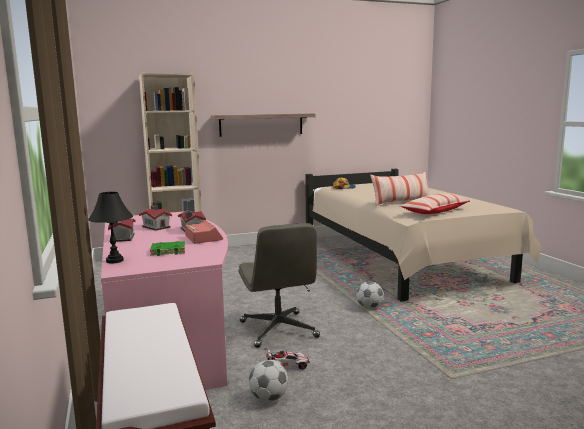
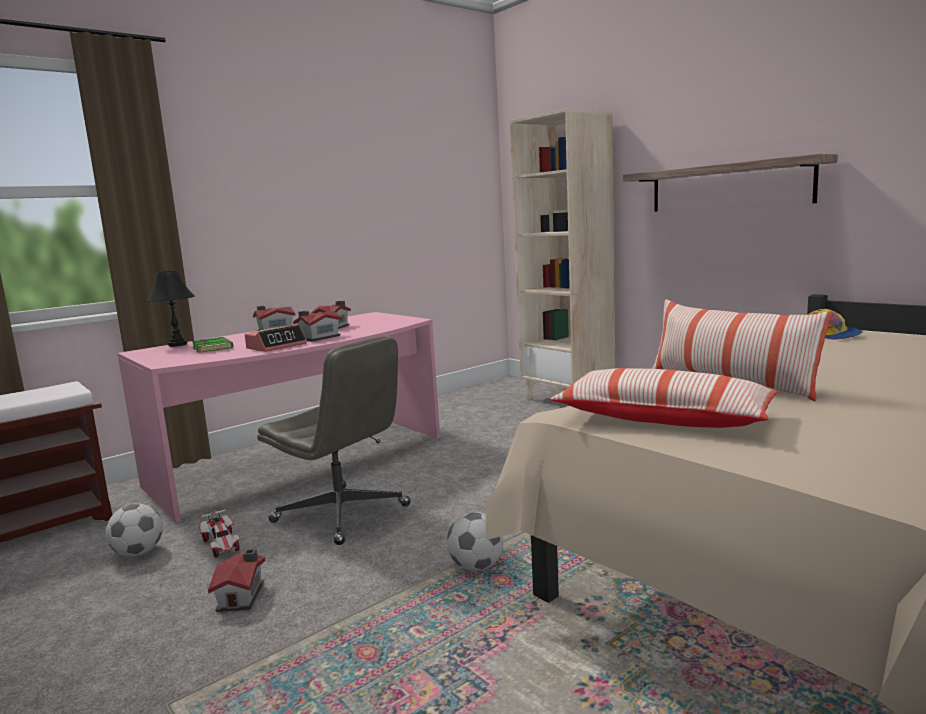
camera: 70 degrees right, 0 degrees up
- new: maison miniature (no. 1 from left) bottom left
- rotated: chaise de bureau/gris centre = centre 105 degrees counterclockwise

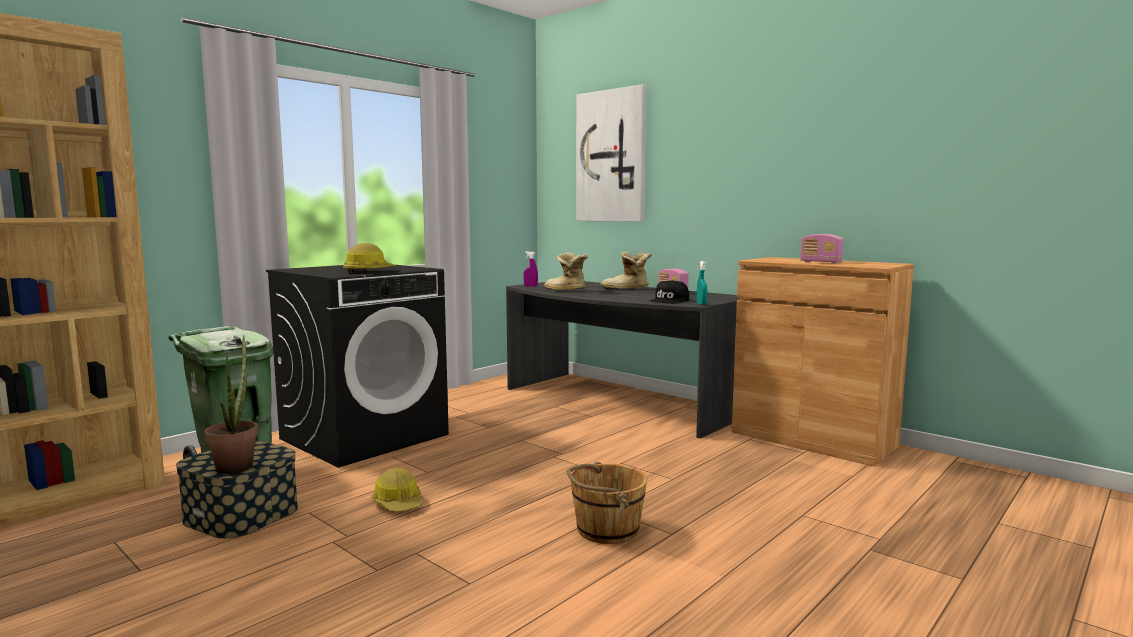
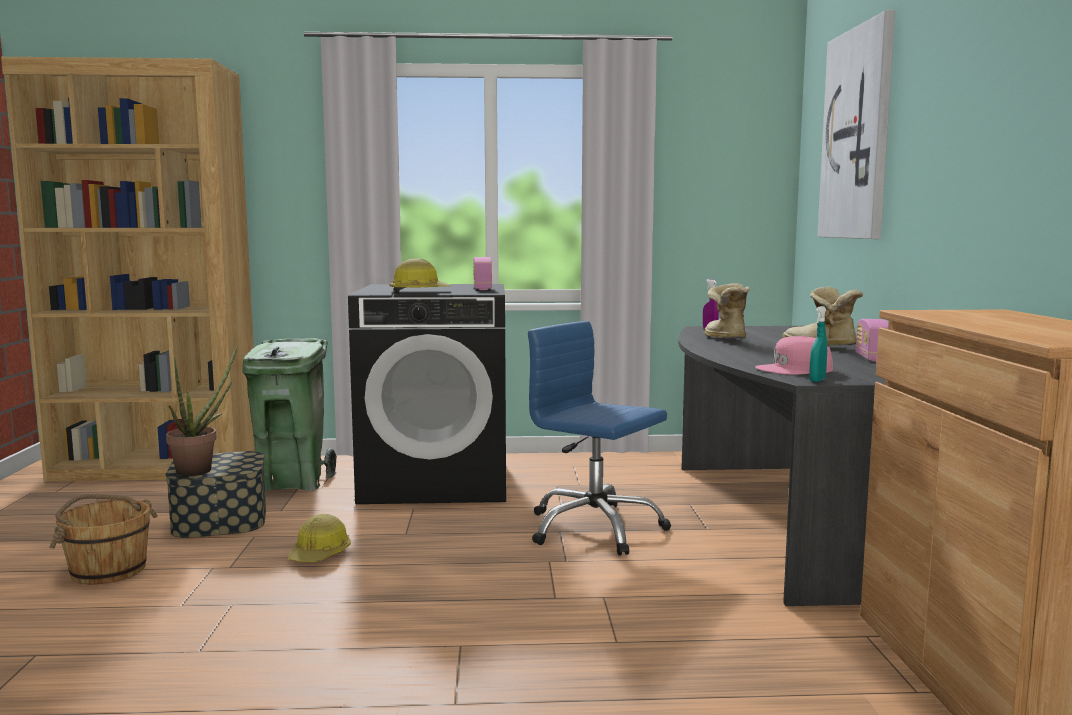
camera: 45 degrees right, 0 degrees up
- shifted: seau/marron bottom centre to bottom left
- shifted: radio (no. 2 from left in the first image) middle right to radio (no. 1 from left) centre
- new: chaise de bureau/bleu centre
- repainted: casquette/noir centre to casquette/rose middle right

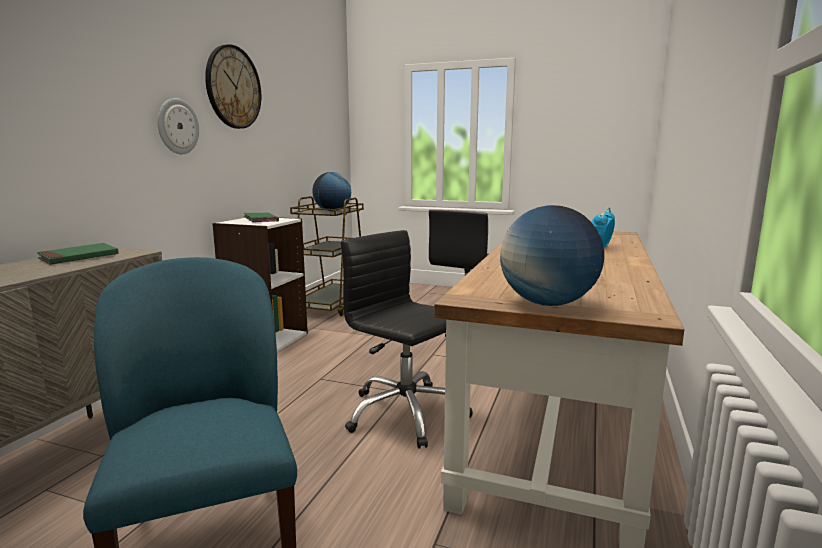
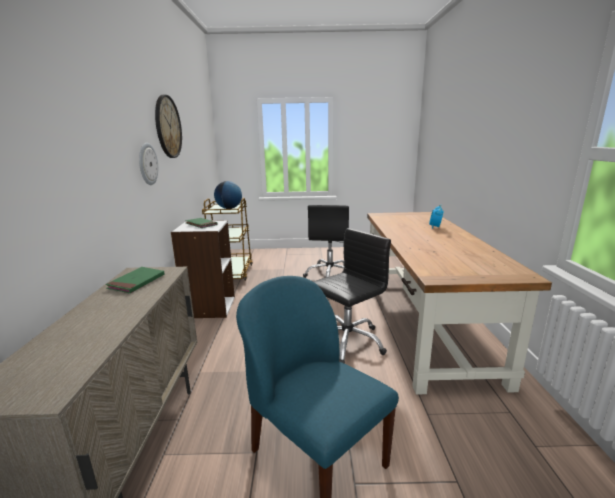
camera: 20 degrees left, 5 degrees up
- rotated: chaise de bureau/noir (no. 1 from left in the first image) centre = centre 120 degrees clockwise
- gone: globe (no. 2 from left) middle right

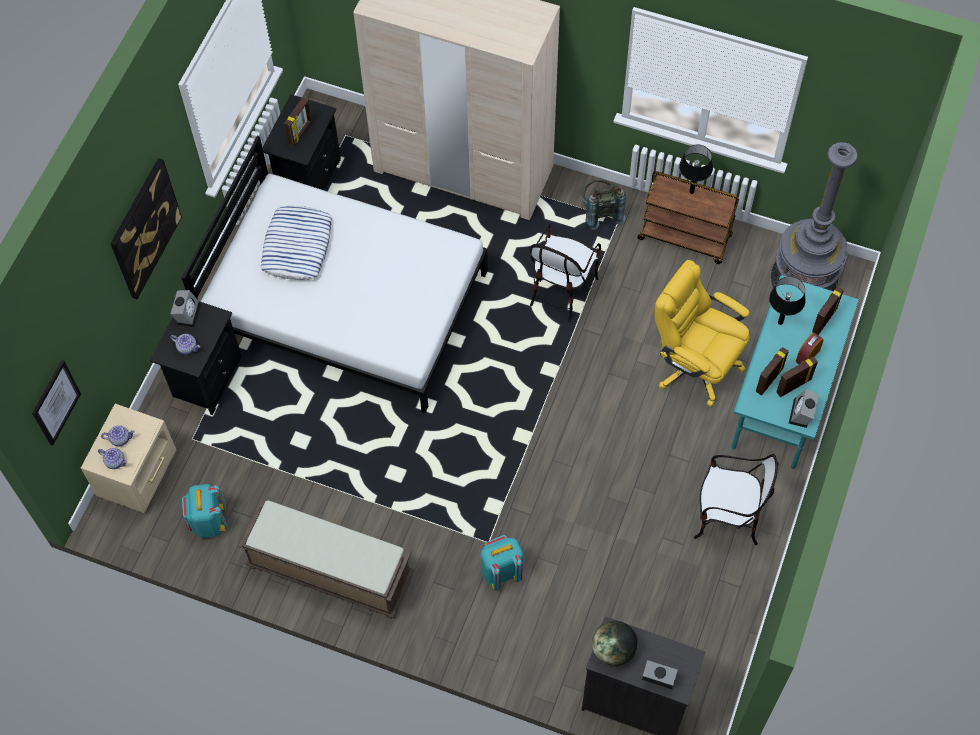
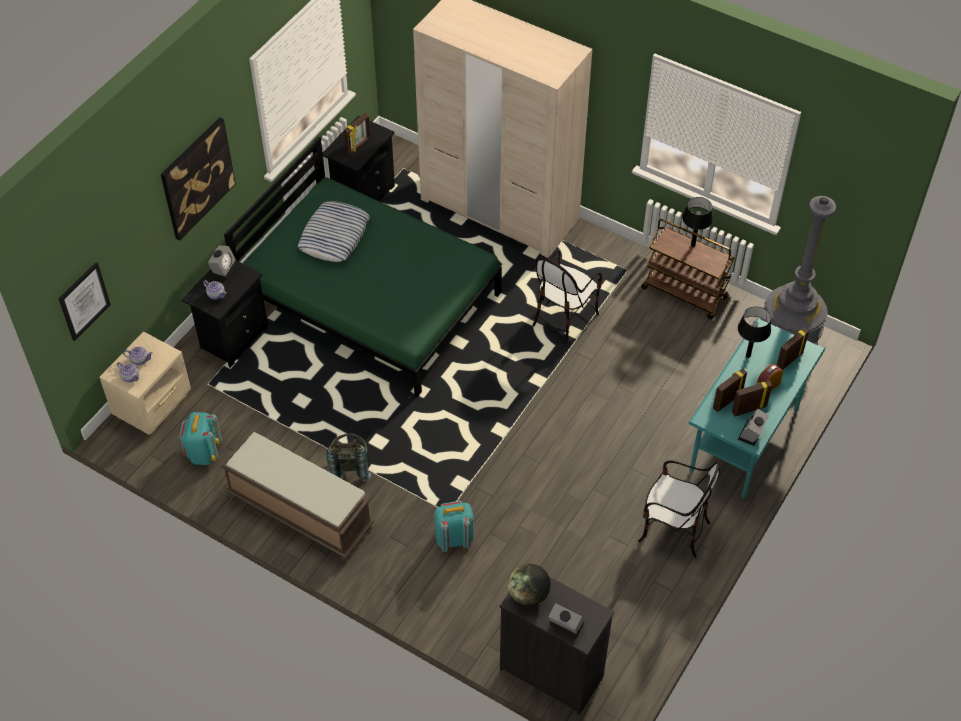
camera: 10 degrees right, 10 degrees down
- repainted: lit/blanc centre to lit/vert centre
- shifted: sac à dos/gris top centre to centre
- gone: chaise de bureau/jaune middle right

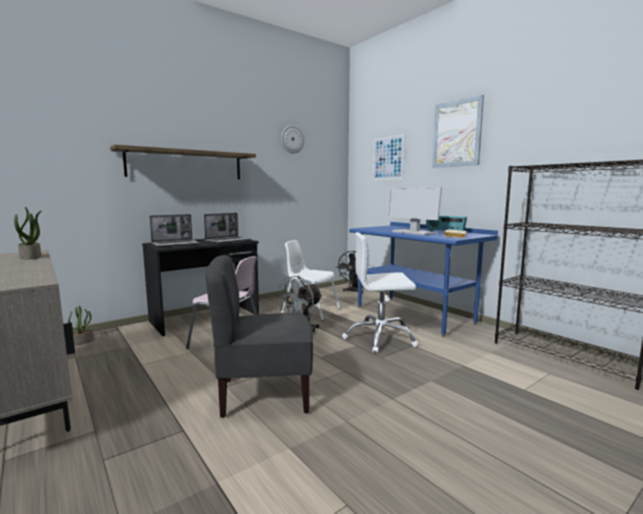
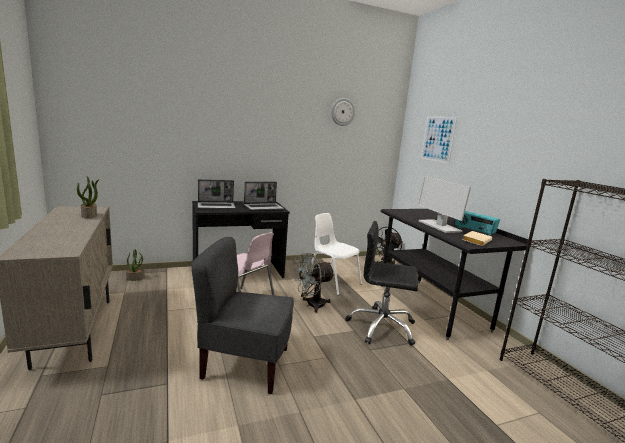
camera: 15 degrees right, 5 degrees up
- repainted: chaise de bureau/blanc centre to chaise de bureau/noir centre
- repainted: bureau/bleu centre to bureau/noir (no. 2 from left) middle right
- gone: étagère top left
- gone: tableau (no. 2 from left) top right

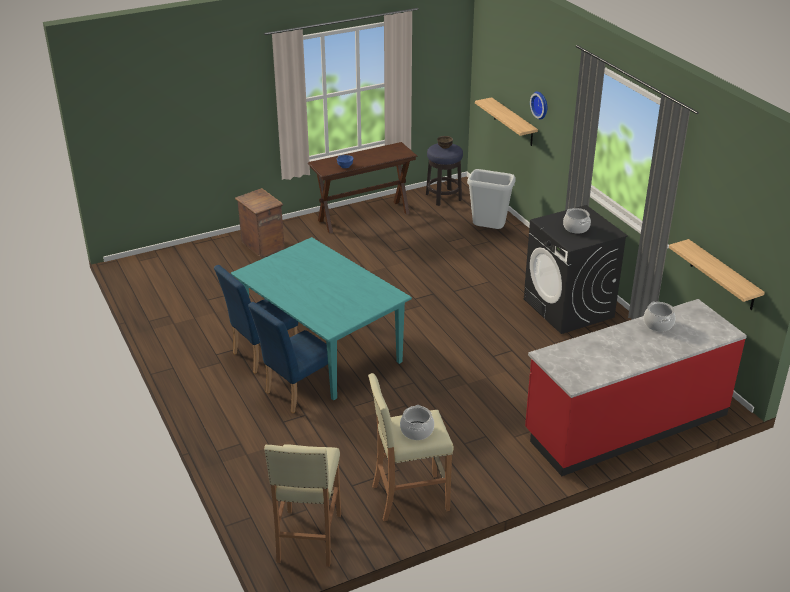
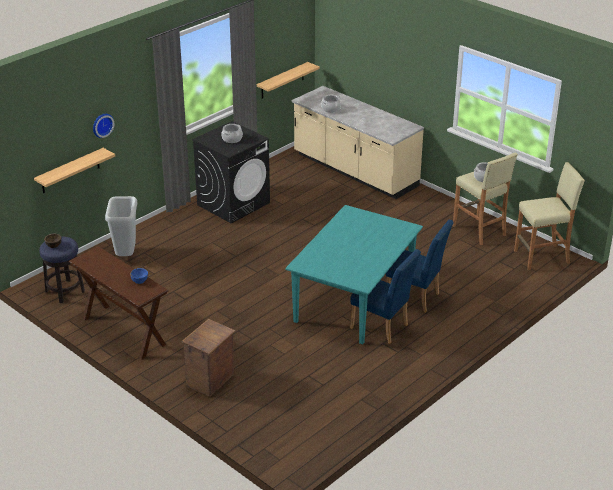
camera: 110 degrees left, 0 degrees up
- repainted: comptoir de cuisine/rouge middle right to comptoir de cuisine/beige top centre

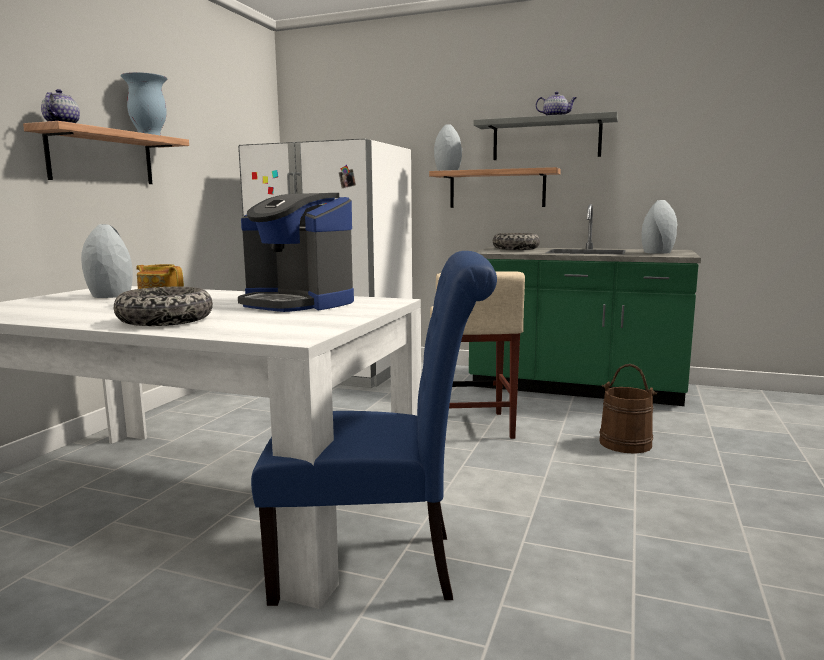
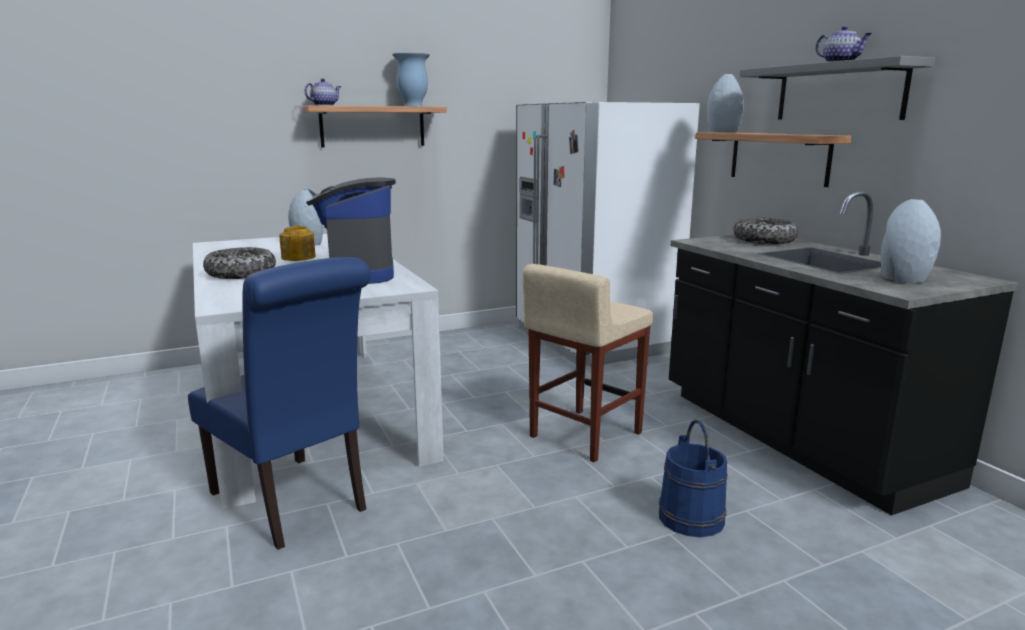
camera: 45 degrees right, 5 degrees up
- repainted: seau/marron middle right to seau/bleu bottom right
- repainted: comptoir de cuisine/vert middle right to comptoir de cuisine/noir middle right

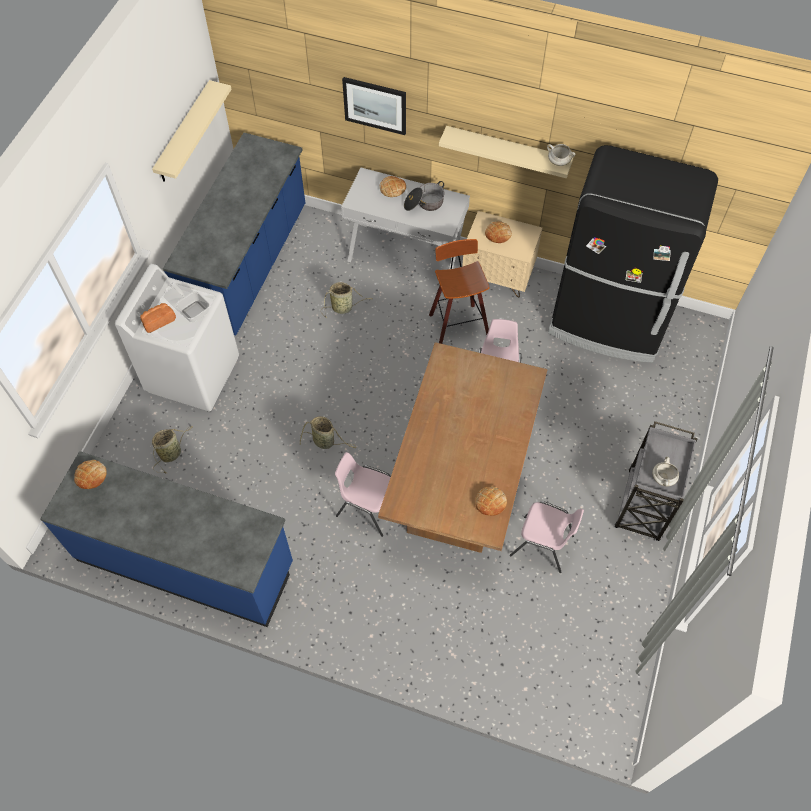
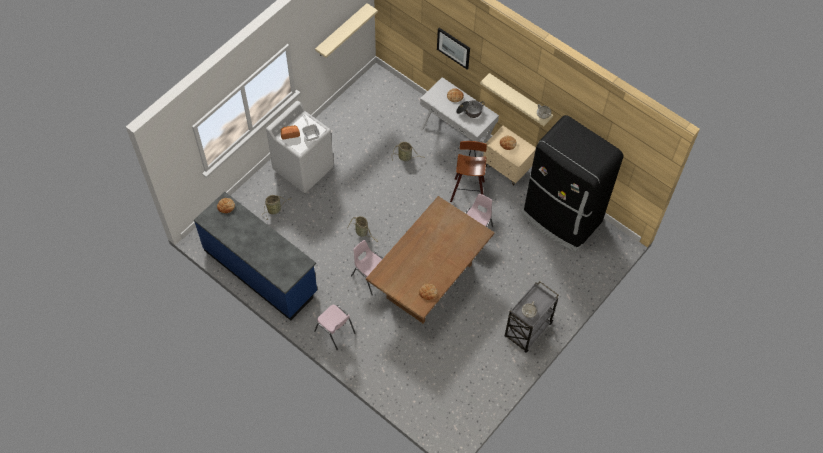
camera: 20 degrees right, 0 degrees up
- shifted: chaise/rose (no. 3 from left in the first image) middle right to chaise/rose (no. 1 from left) bottom centre
- gone: comptoir de cuisine/bleu (no. 2 from left) top left

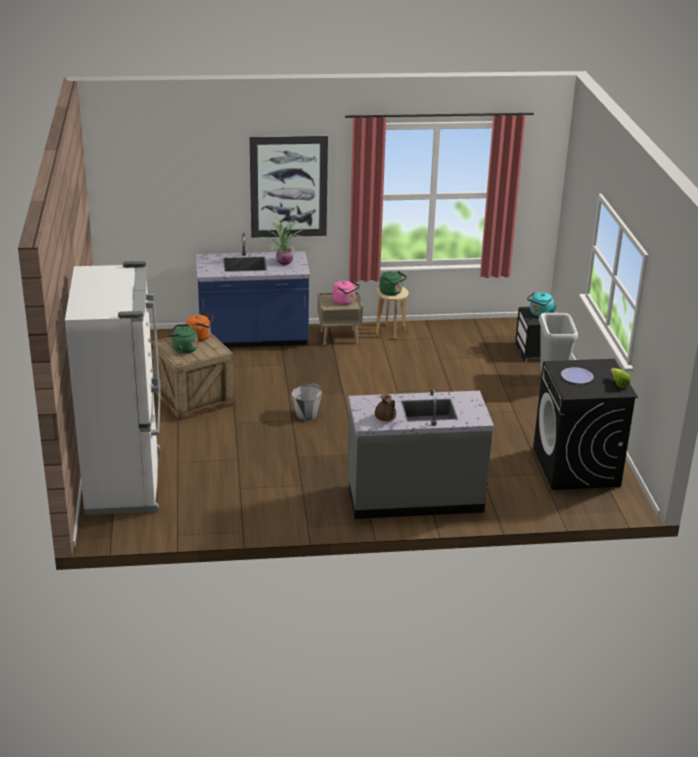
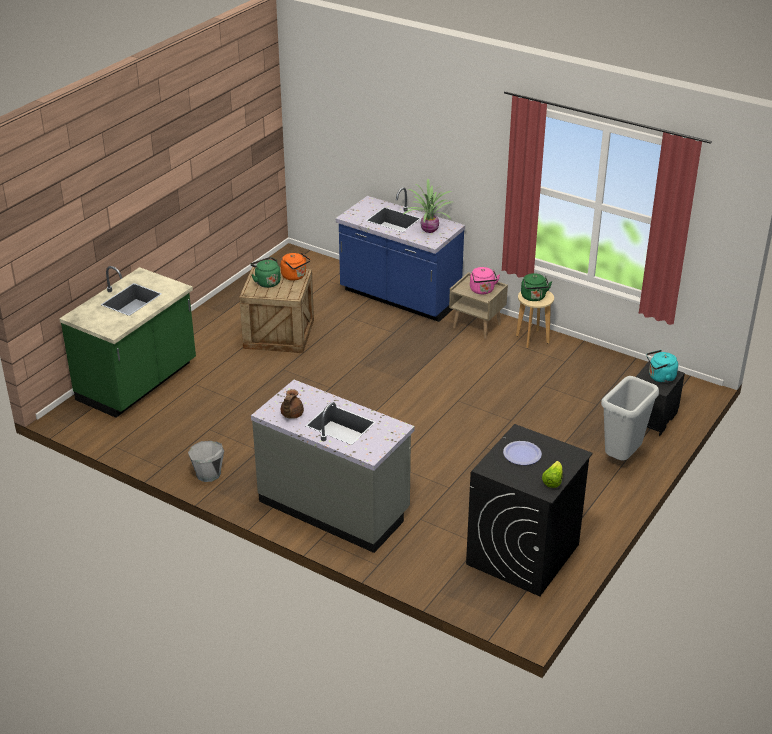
camera: 40 degrees right, 5 degrees up
- swapped: réfrigérateur/blanc middle left to comptoir de cuisine/vert middle left
- shifted: seau/gris centre to middle left
- gone: tableau top centre

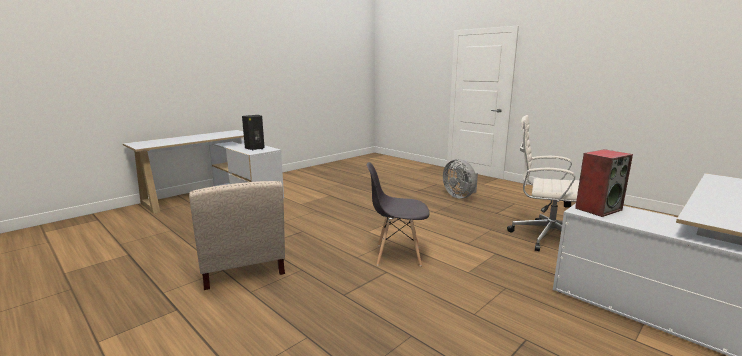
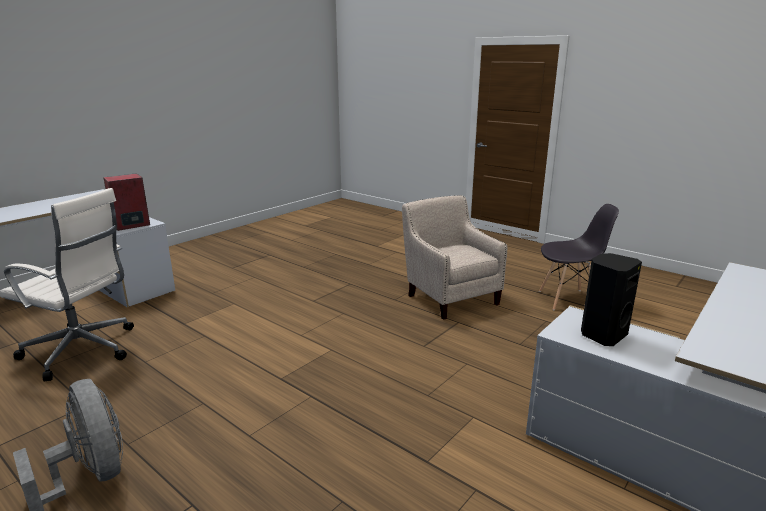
camera: 175 degrees right, 5 degrees up
- shifted: chaise/gris centre to middle right

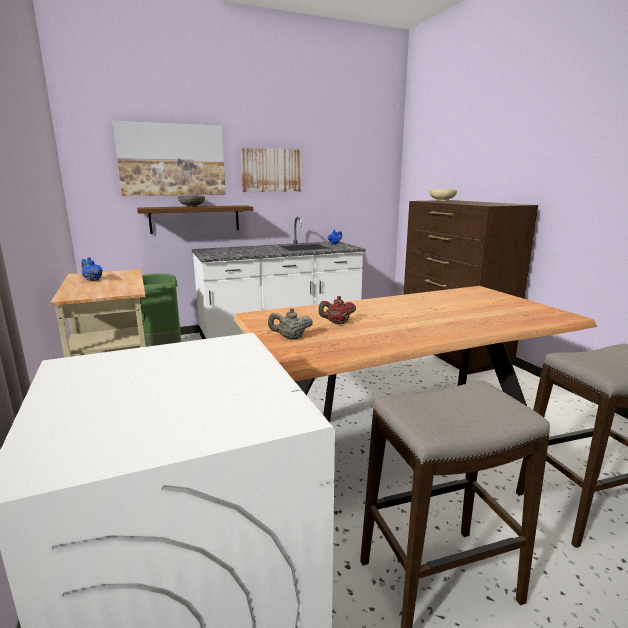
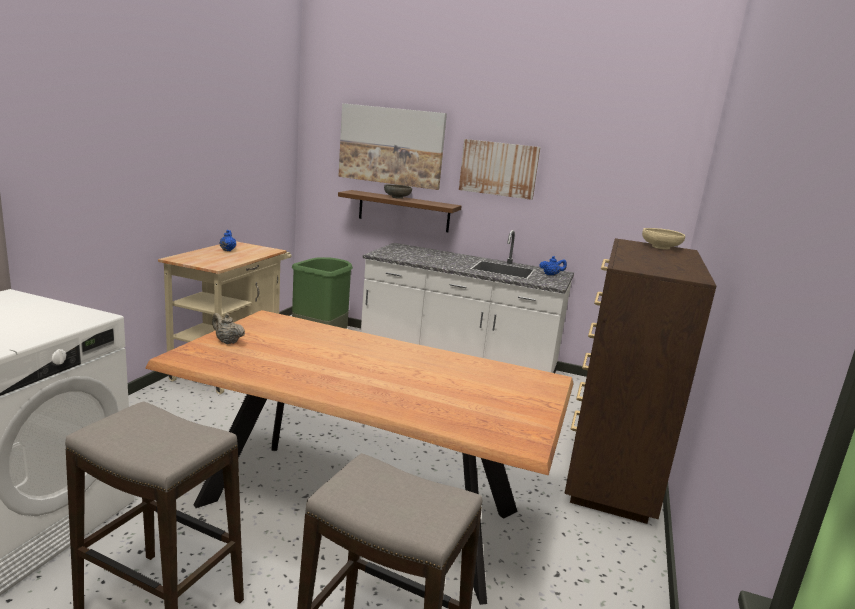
camera: 40 degrees right, 0 degrees up
- gone: théière/rouge centre

